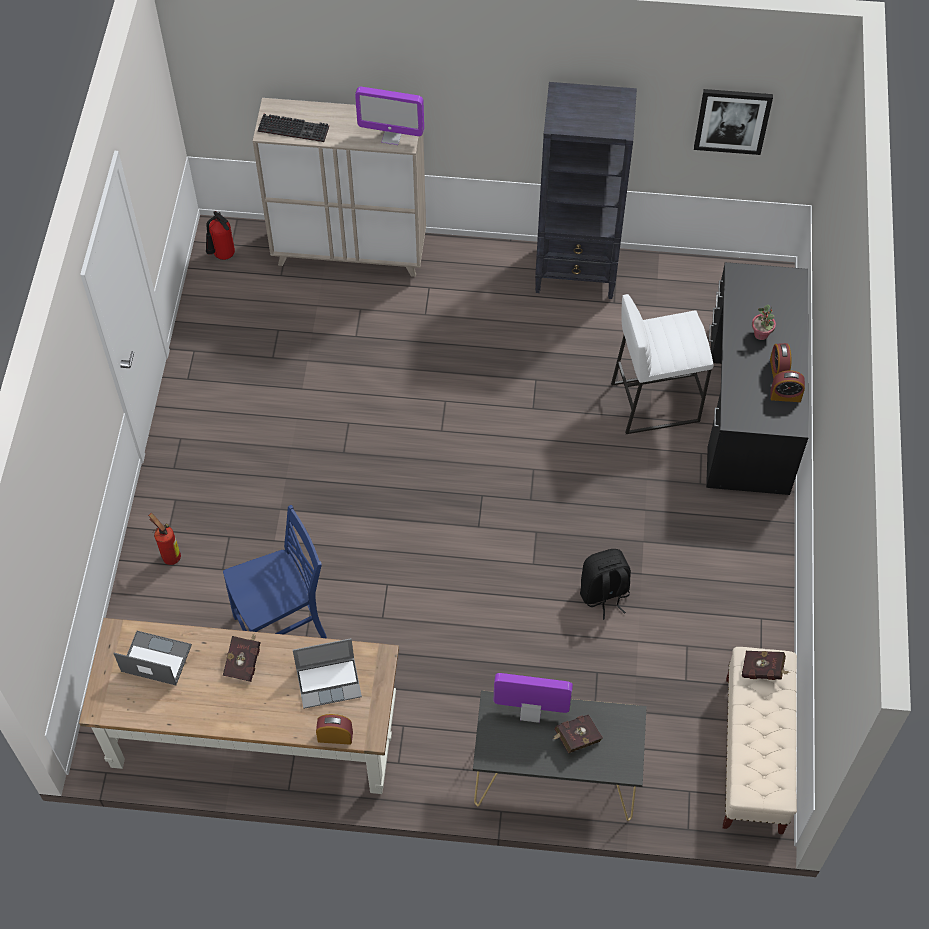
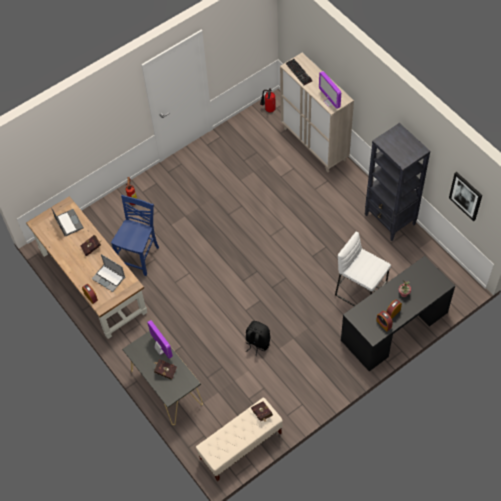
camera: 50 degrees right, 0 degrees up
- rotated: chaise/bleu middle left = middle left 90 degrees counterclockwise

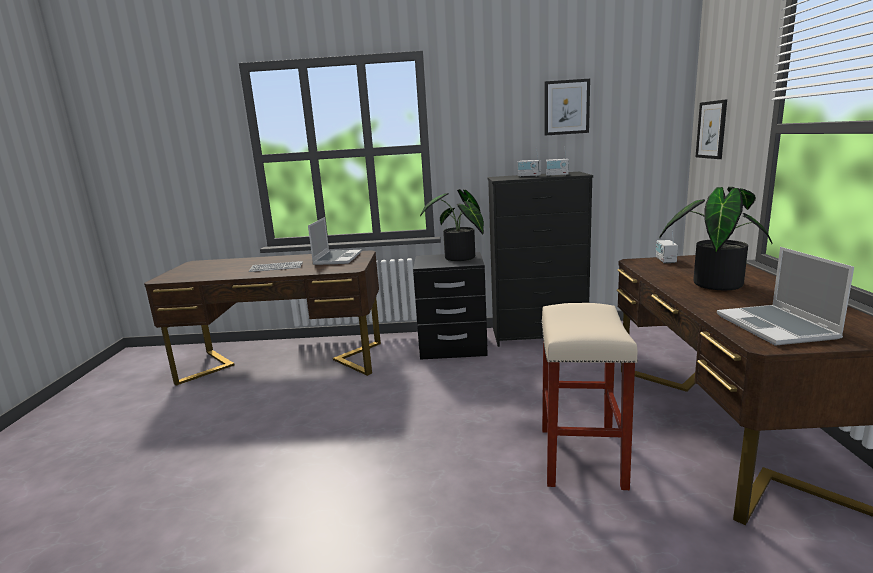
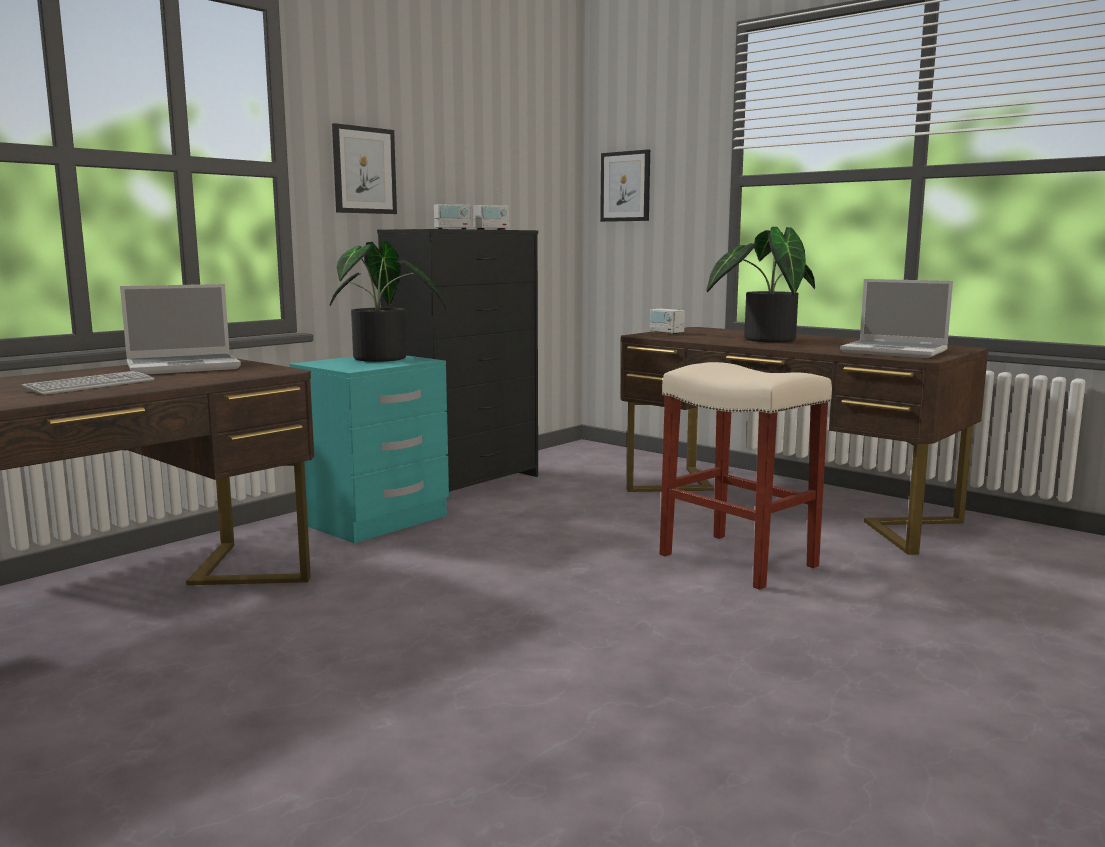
camera: 50 degrees left, 5 degrees down
- rotated: ordinateur portable (no. 1 from left) centre = middle left 105 degrees clockwise
- repainted: table de chevet/noir centre to table de chevet/turquoise centre
- shifted: tableau (no. 1 from left) top centre to top left

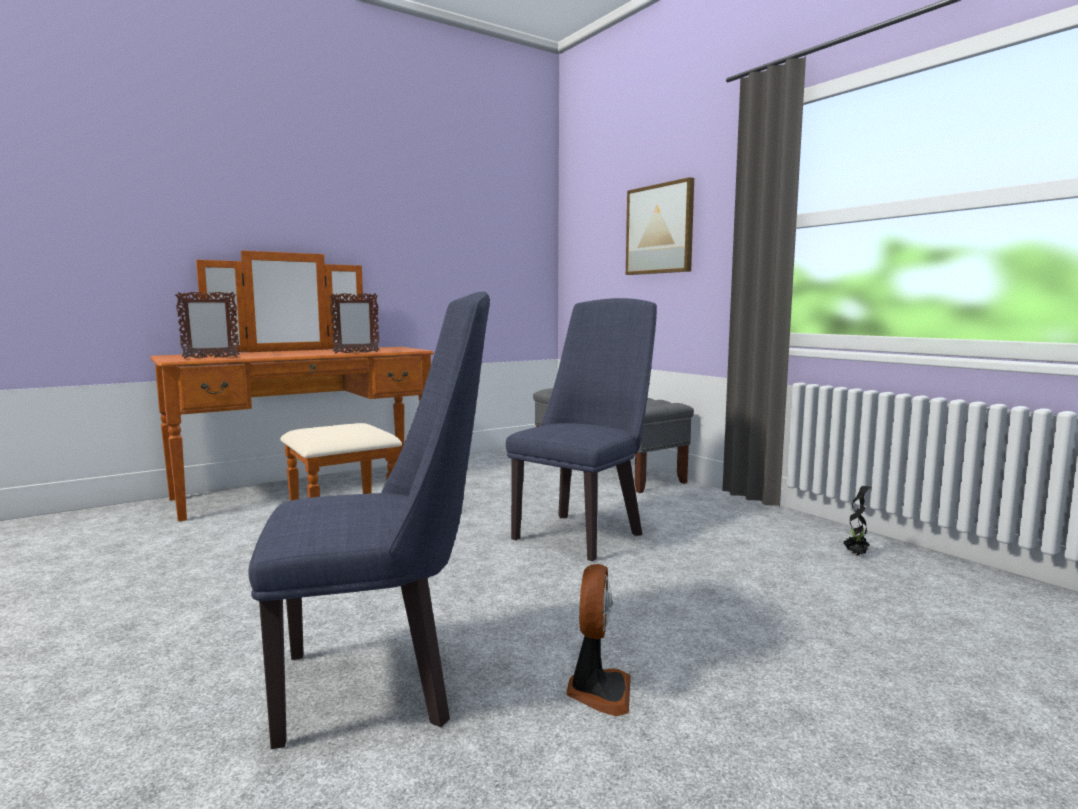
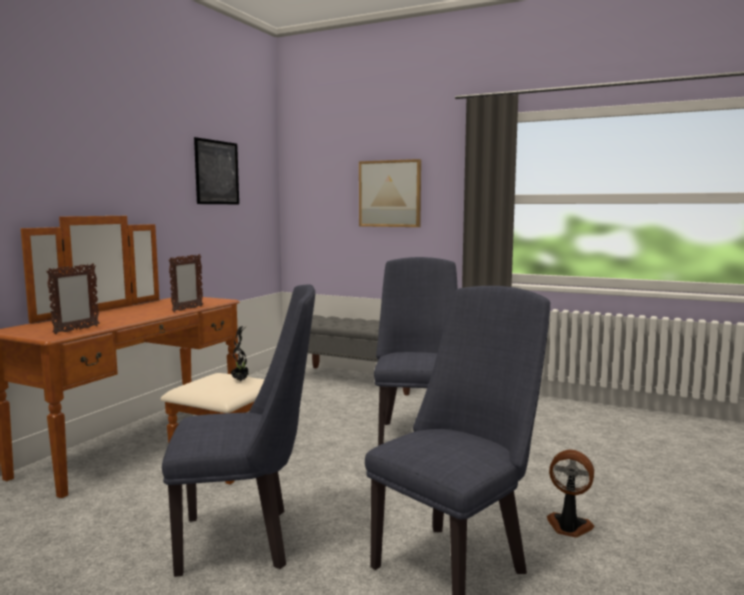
camera: 30 degrees left, 0 degrees up
- new: chaise/bleu (no. 1 from left) bottom left
- new: tableau (no. 1 from left) top left
- shifted: plante en pot middle right to middle left
- rotated: ventilateur bottom centre = bottom right 45 degrees counterclockwise

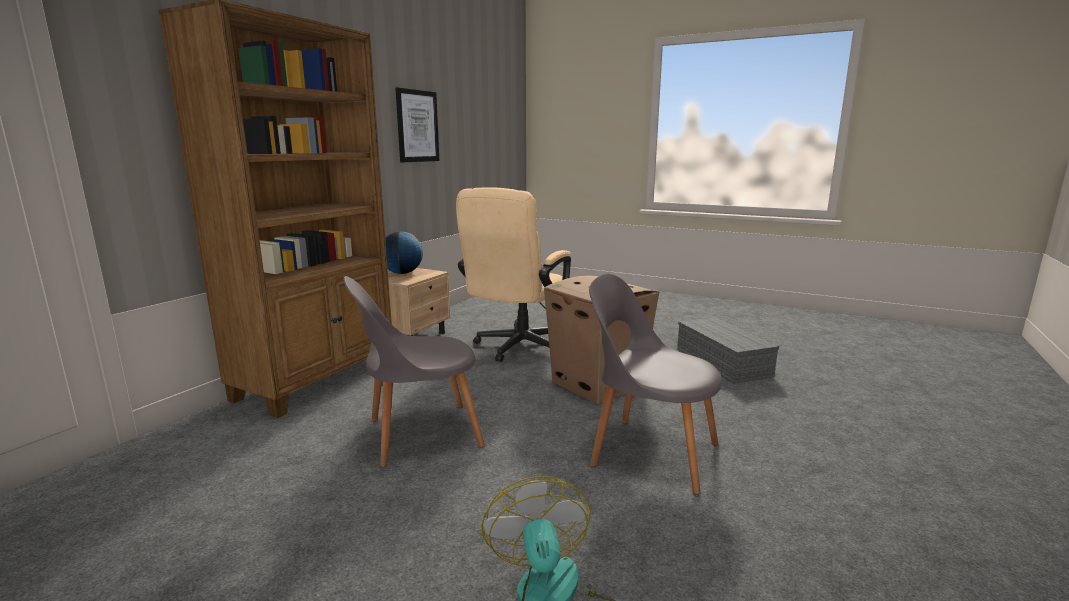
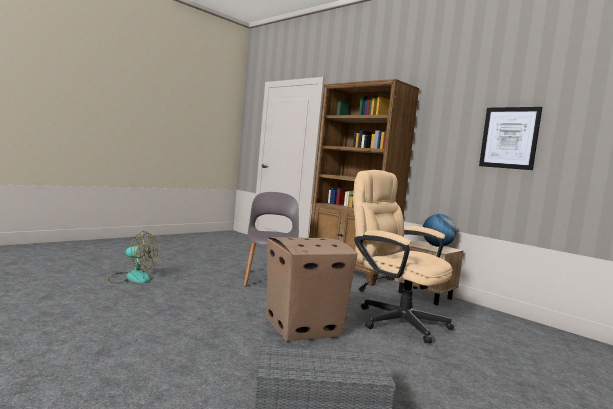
camera: 105 degrees right, 10 degrees down
- gone: chaise/gris (no. 2 from left) centre

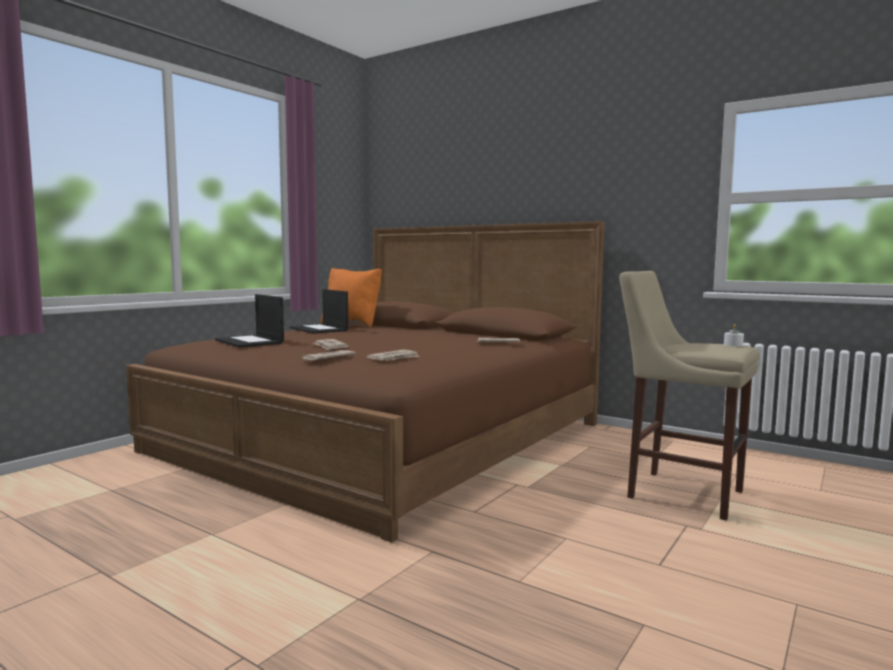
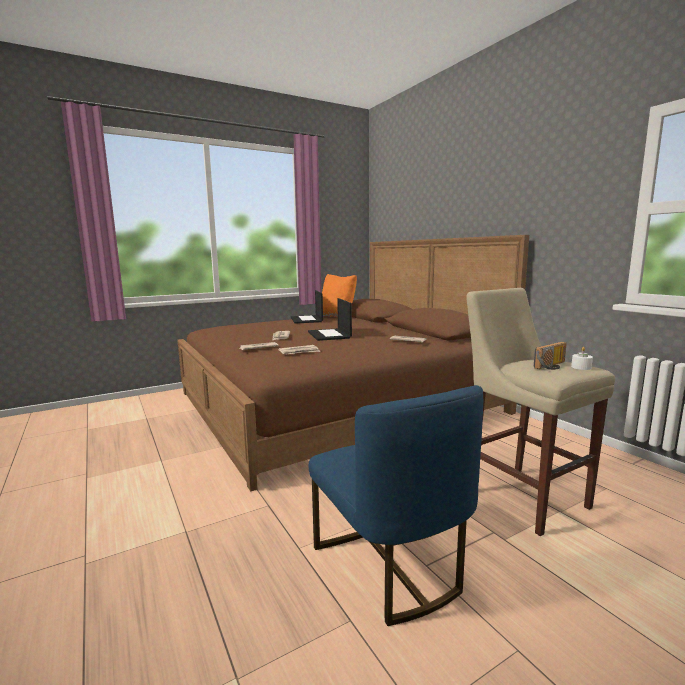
camera: 25 degrees right, 5 degrees up
- shifted: ordinateur portable (no. 1 from left in the first image) middle left to ordinateur portable (no. 2 from left) centre
- new: chaise/bleu bottom centre
- new: radio middle right

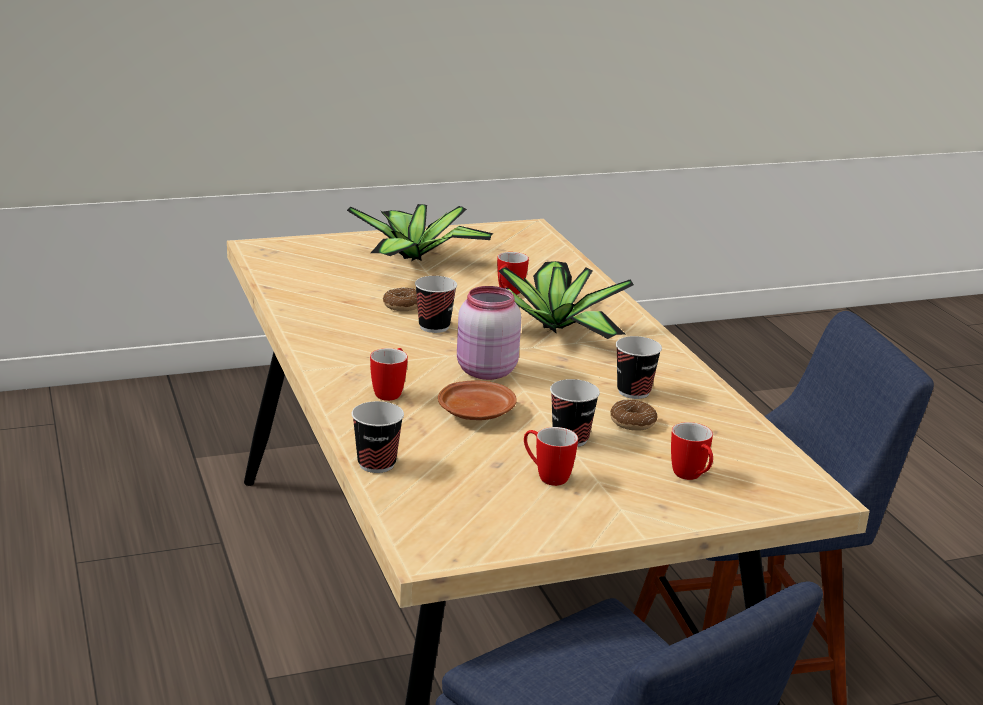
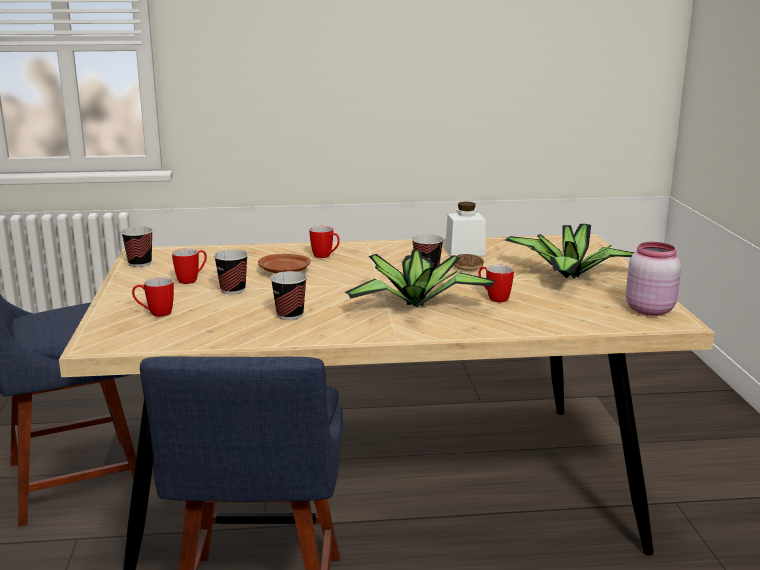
camera: 105 degrees right, 5 degrees down
- shifted: tasse (no. 1 from left) centre to middle left
- new: bocal/blanc centre
- shifted: bocal/rose centre to middle right
- gone: beignet (no. 2 from left) centre

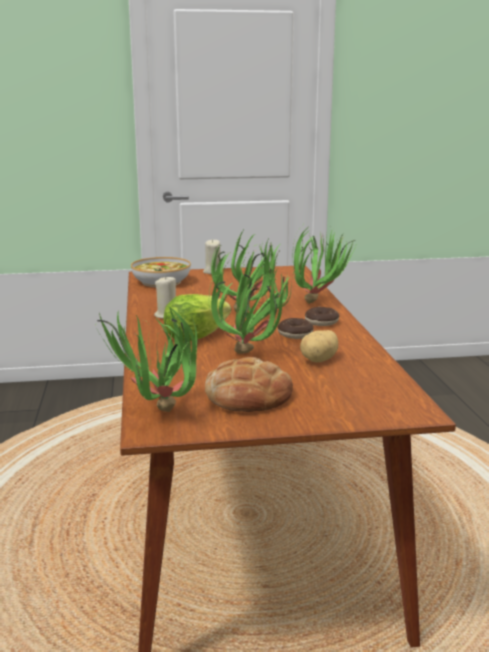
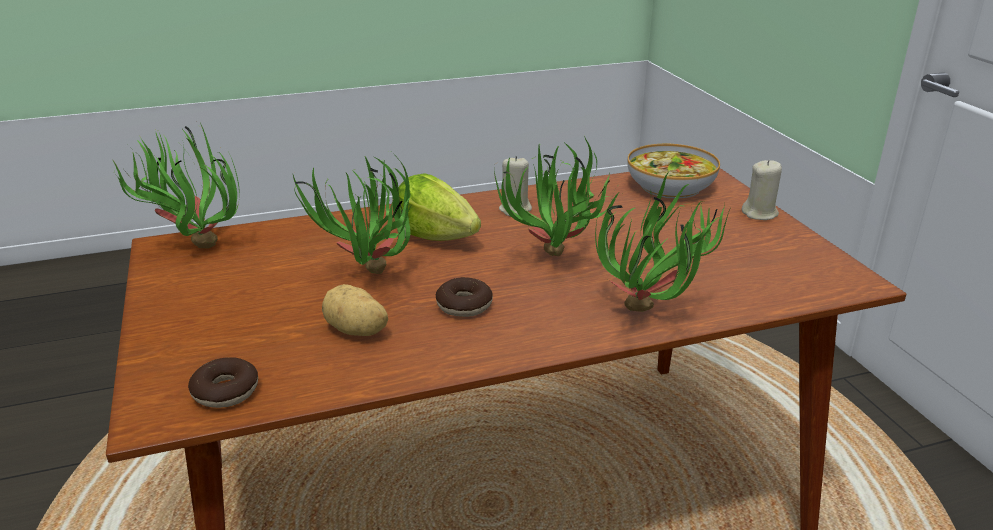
camera: 80 degrees right, 10 degrees up
- shifted: beignet (no. 2 from left in the first image) centre to beignet (no. 1 from left) bottom left
- gone: pain centre

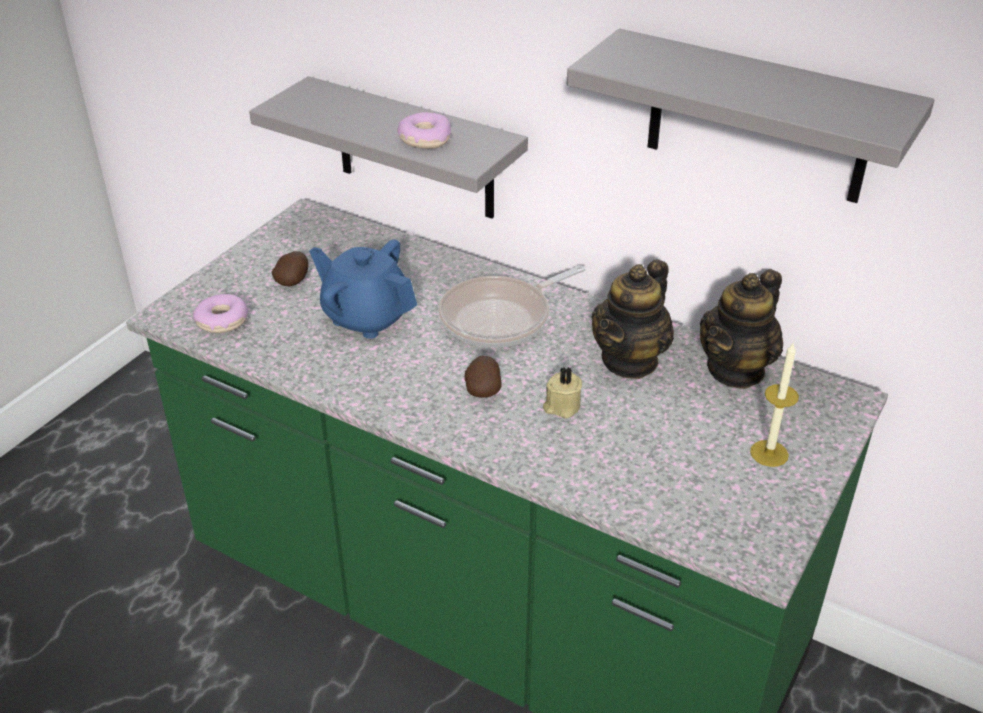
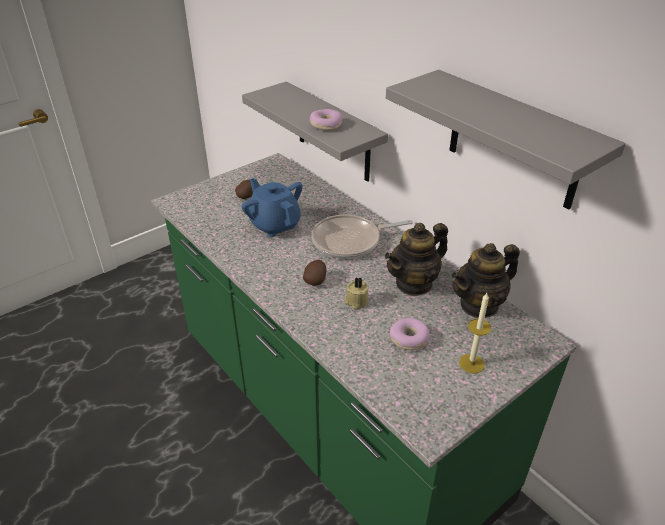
camera: 20 degrees right, 0 degrees up
- shifted: beignet (no. 1 from left in the first image) middle left to beignet (no. 2 from left) centre

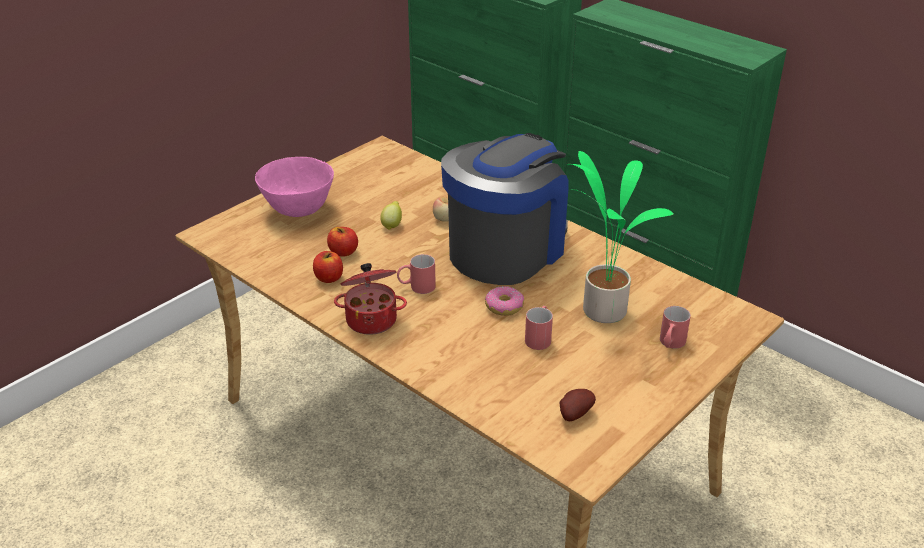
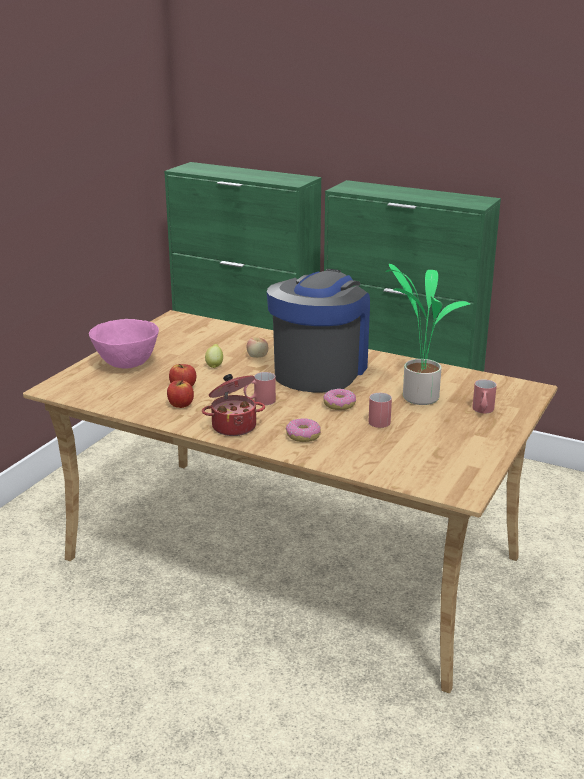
camera: 15 degrees left, 10 degrees down
- new: beignet (no. 1 from left) centre
- gone: pomme de terre bottom centre

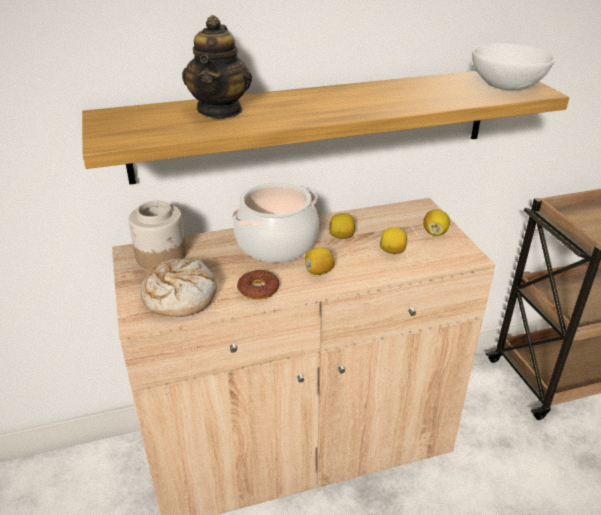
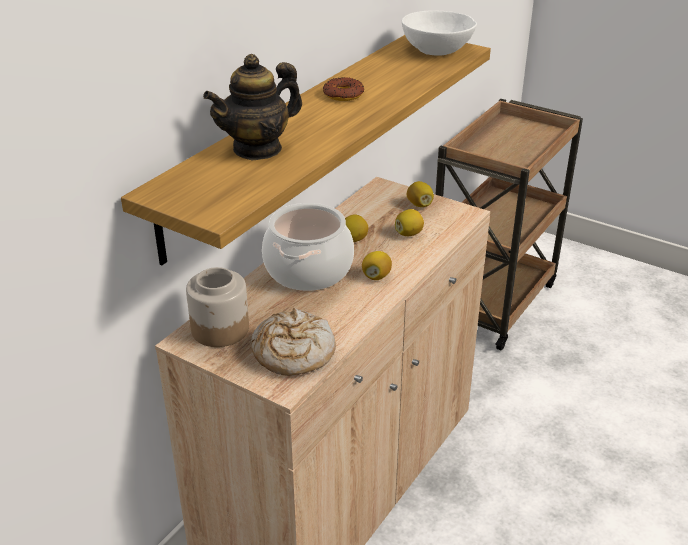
camera: 40 degrees left, 0 degrees up
- rotated: théière top centre = top centre 90 degrees clockwise
- shifted: beignet centre to top centre

